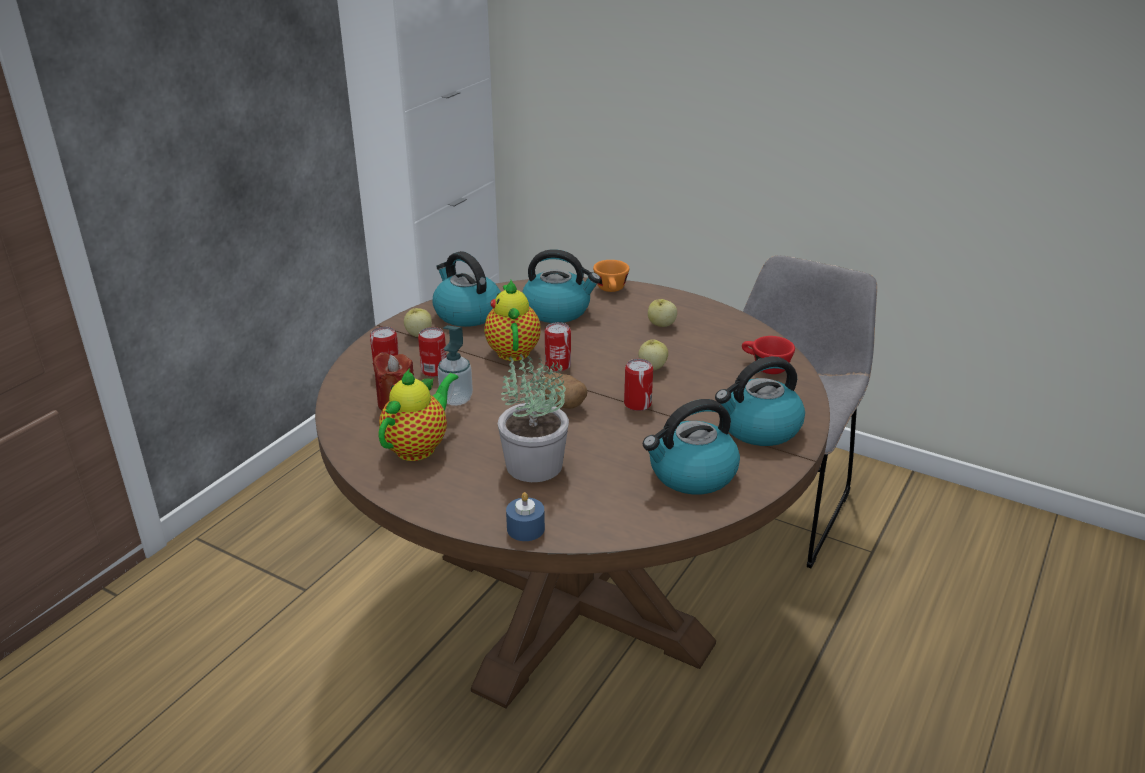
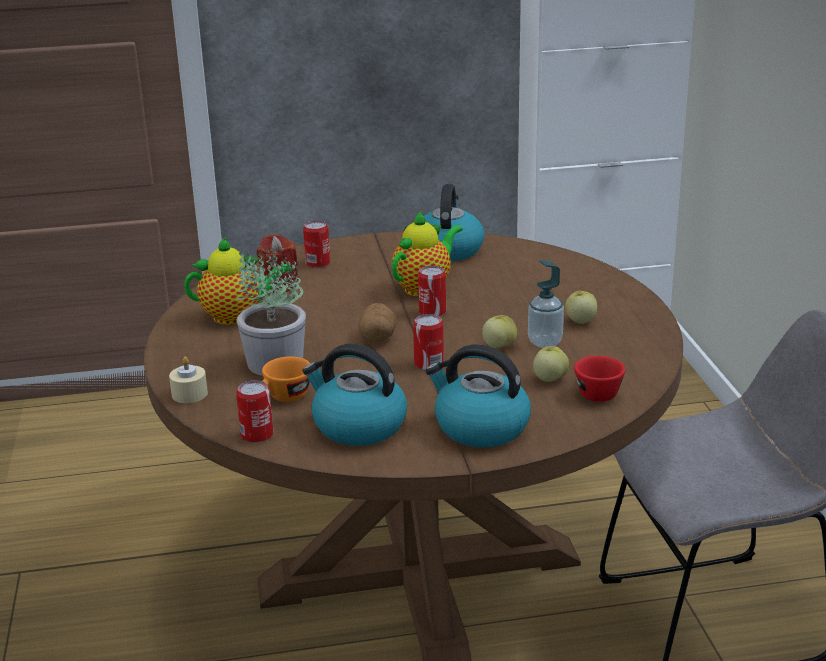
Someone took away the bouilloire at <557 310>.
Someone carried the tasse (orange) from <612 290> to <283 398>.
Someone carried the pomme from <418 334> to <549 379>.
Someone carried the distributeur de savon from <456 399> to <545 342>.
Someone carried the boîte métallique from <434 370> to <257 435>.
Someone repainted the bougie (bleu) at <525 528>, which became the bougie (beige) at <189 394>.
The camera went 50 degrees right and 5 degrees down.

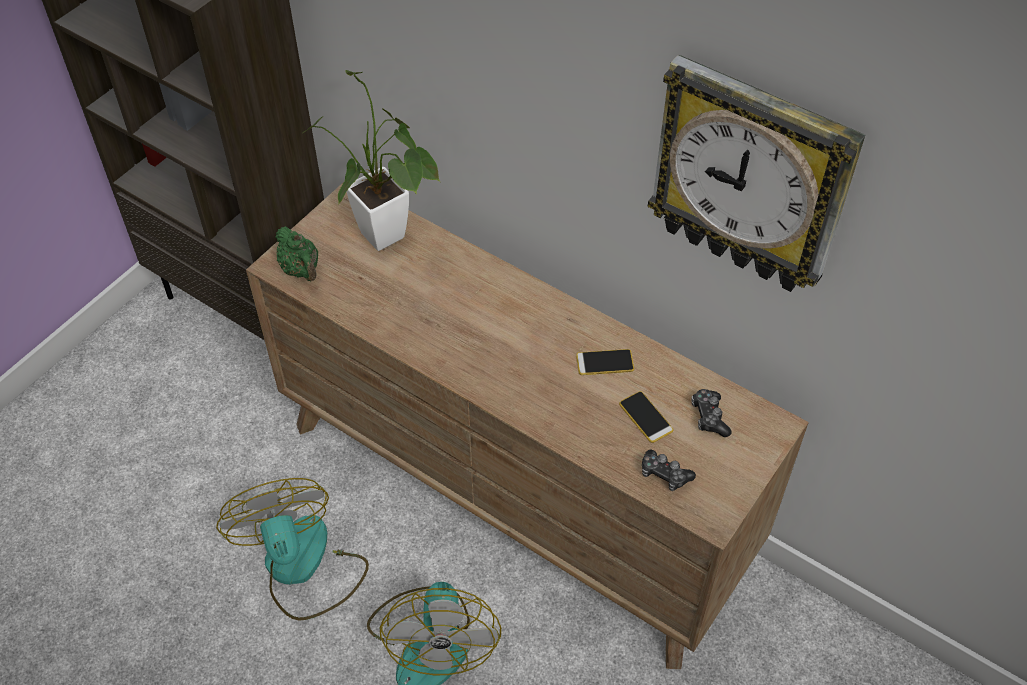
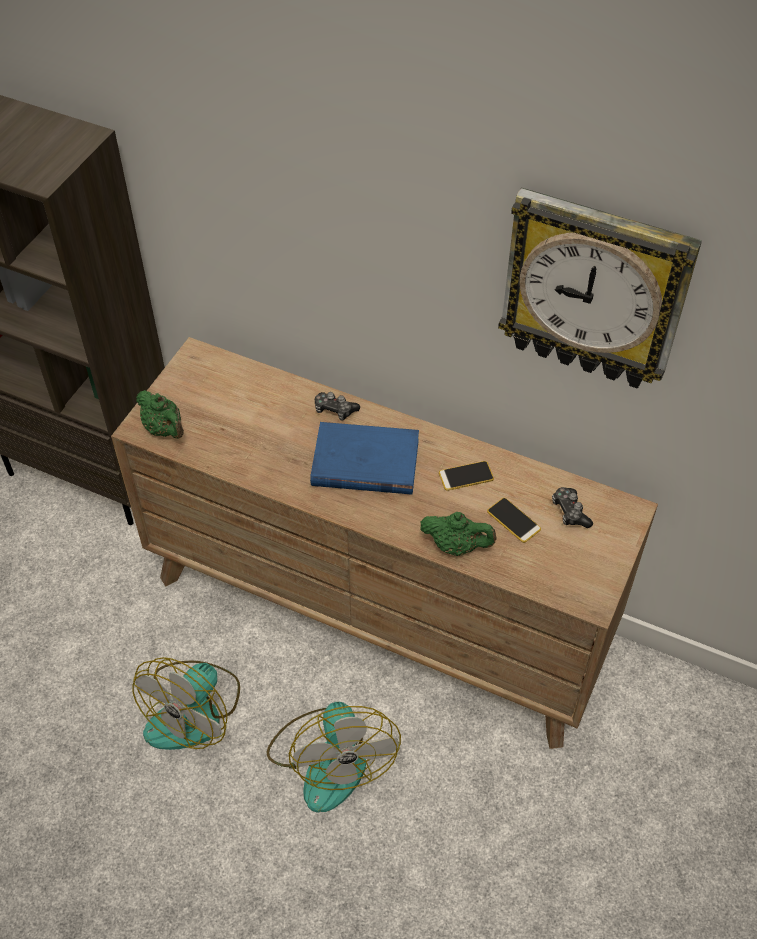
Someone took away the plante en pot at <388 242>.
Someone carried the manette from <664 475> to <335 410>.
Someone rotated the ventilateur at <302 567> by 120 degrees counterclockwise.
Someone put down the livre (bleu) at <364 463>.
Someone put down the théière (vert) at <456 546>.
The camera went 10 degrees left and 0 degrees up.

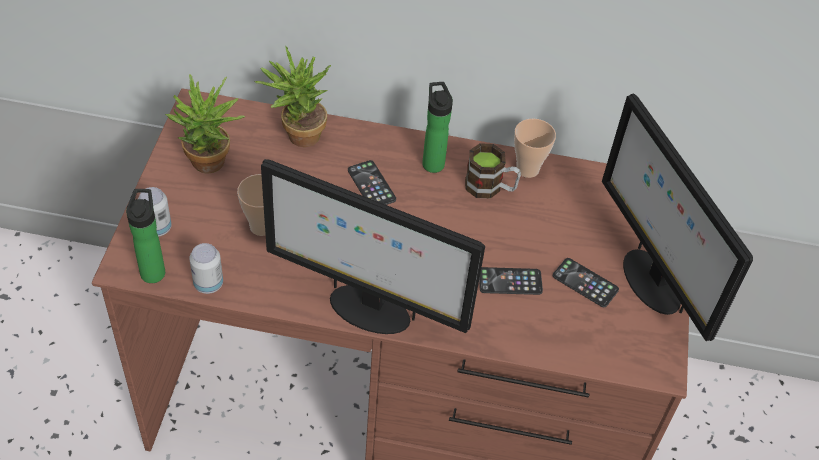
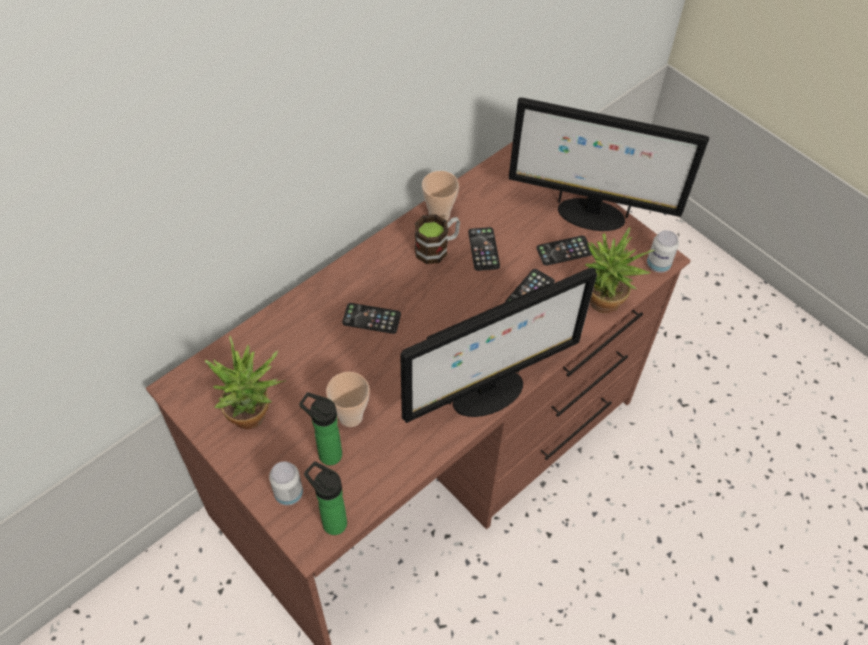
Someone carried the plante en pot from <297 136> to <601 306>.
Someone carried the bouteille from <432 162> to <327 453>.
Someone carried the boîte métallique from <208 284> to <658 265>.
Someone put down the téléphone at <483 249>.
The camera went 50 degrees left and 5 degrees up.

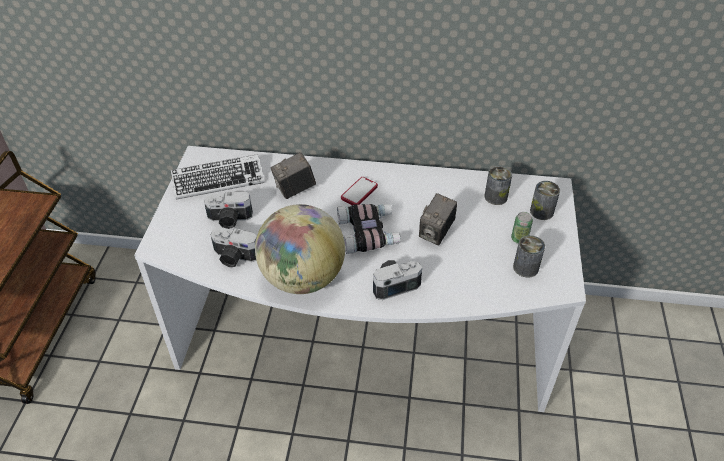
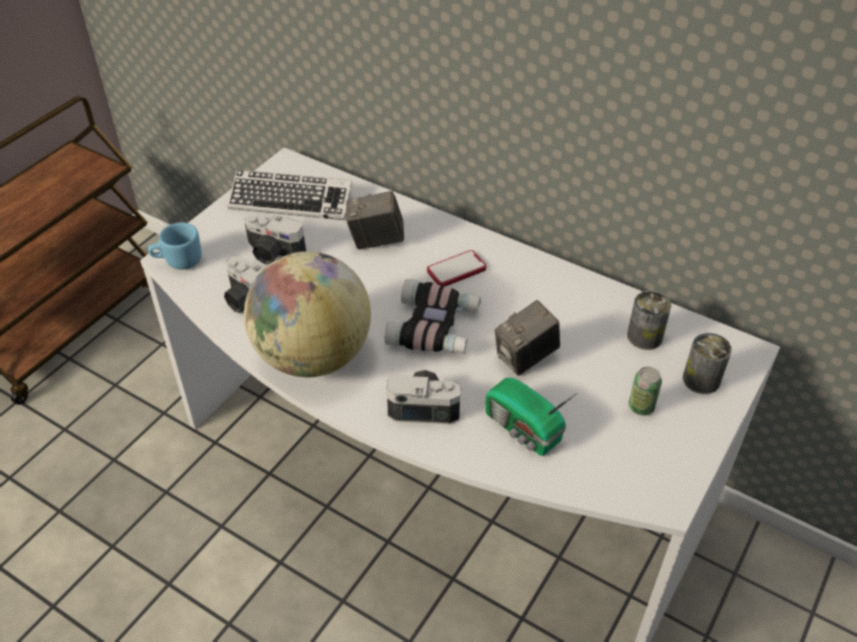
Someone took away the boîte métallique at <525 267>.
Someone put down the mug (bleu) at <178 261>.
Someone put down the radio at <523 430>.
The camera went 25 degrees right and 0 degrees up.

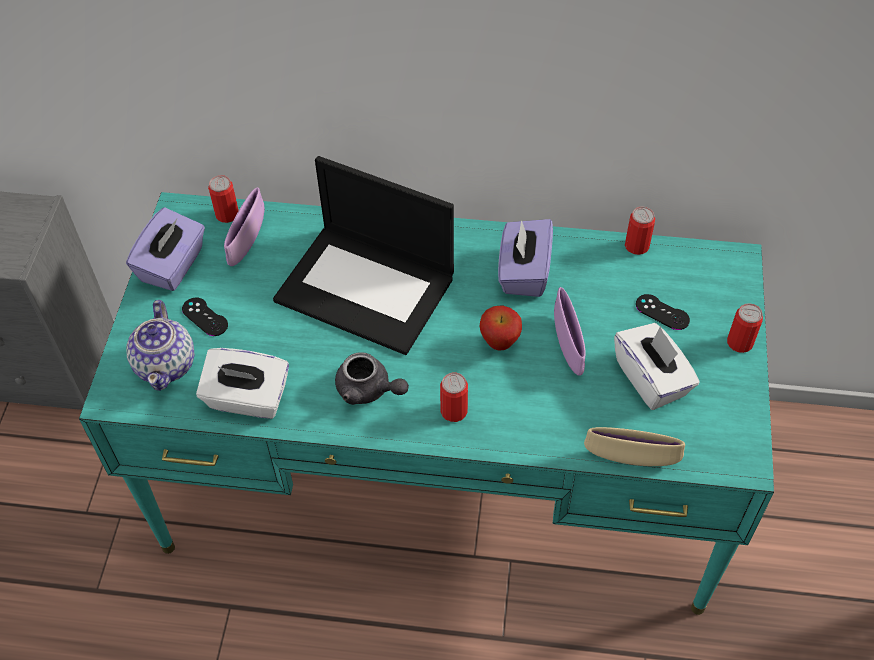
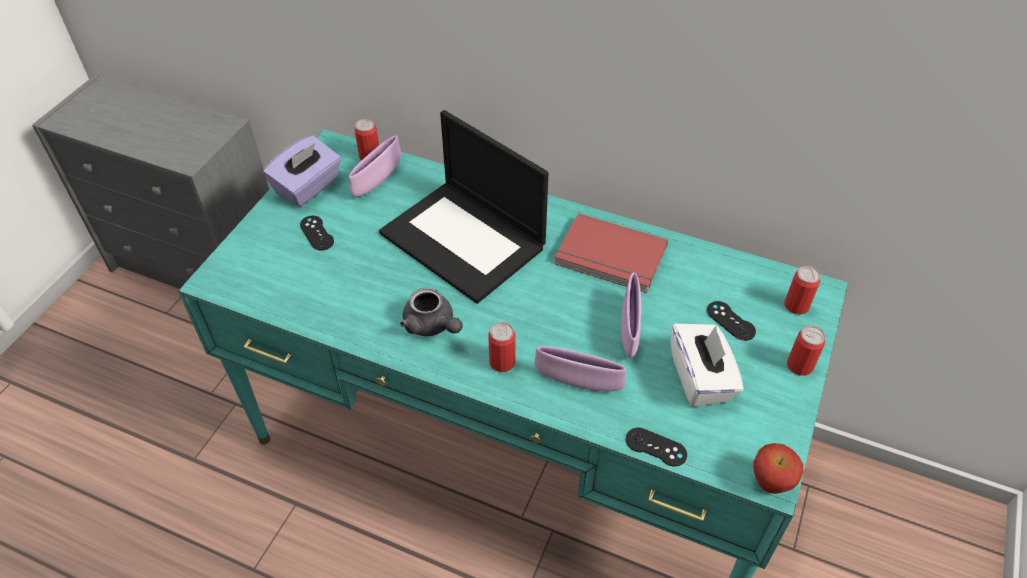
Someone carried the boîte métallique from <636 246> to <796 305>.
Someone swapped the boîte à mouchoirs (violet) at <523 272> for the livre (rouge) at <610 257>.
Someone took away the théière at <166 364>.
Someone carried the pomme from <499 343> to <770 484>.
Someone took away the boîte à mouchoirs (blanc) at <247 399>.
Someone swapped the bol (beige) at <631 459> for the manette (noir) at <656 447>.
Someone put down the bol (violet) at <578 382>.
The camera went 15 degrees right and 5 degrees down.

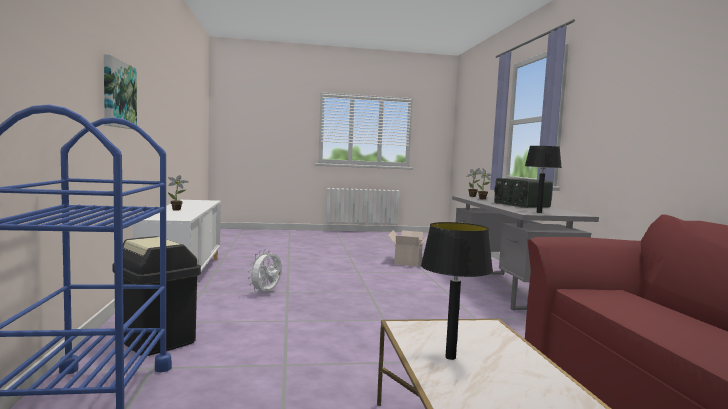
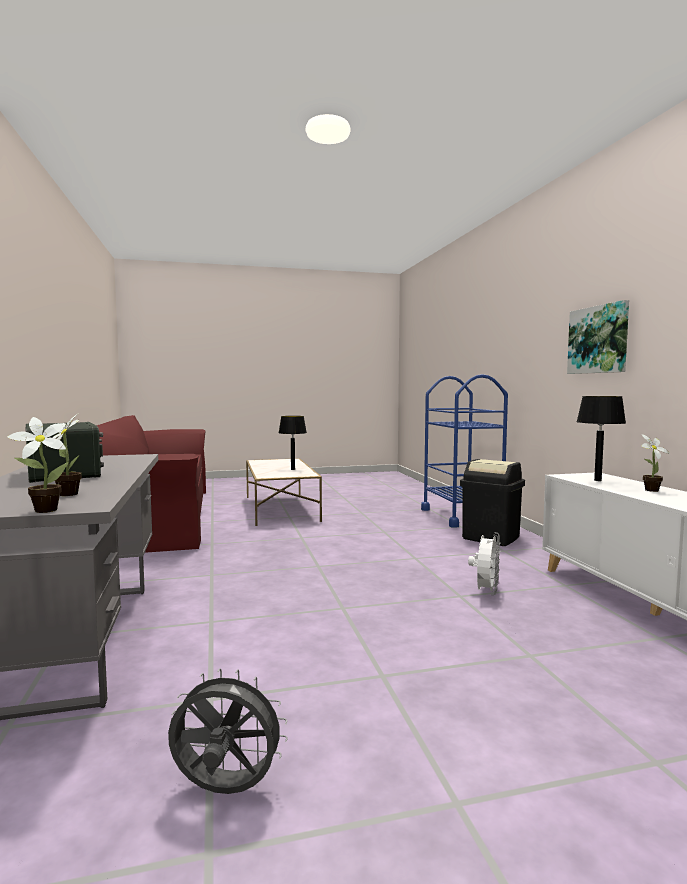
Someone carried the lampe de table (noir) from <539 212> to <597 480>.
Someone swapped the carton at <408 261> for the ventilateur (gris) at <225 791>.
The camera went 175 degrees right and 0 degrees up.

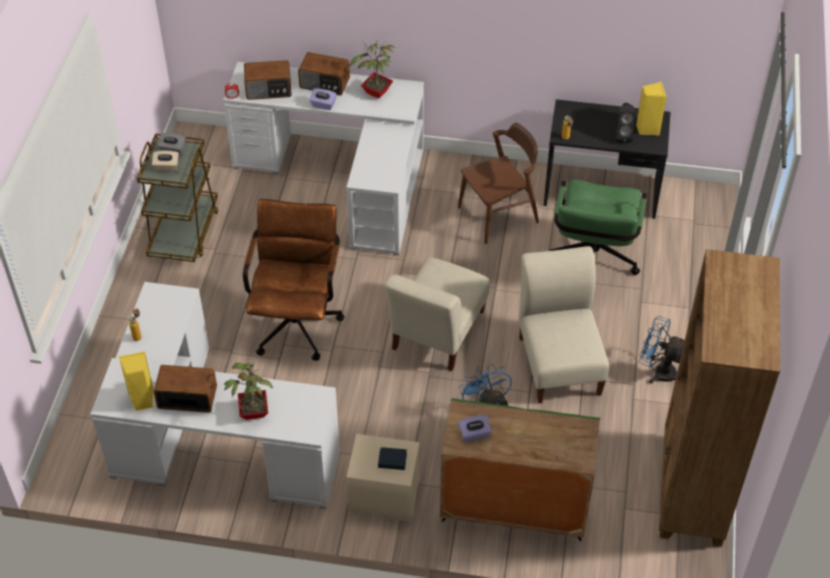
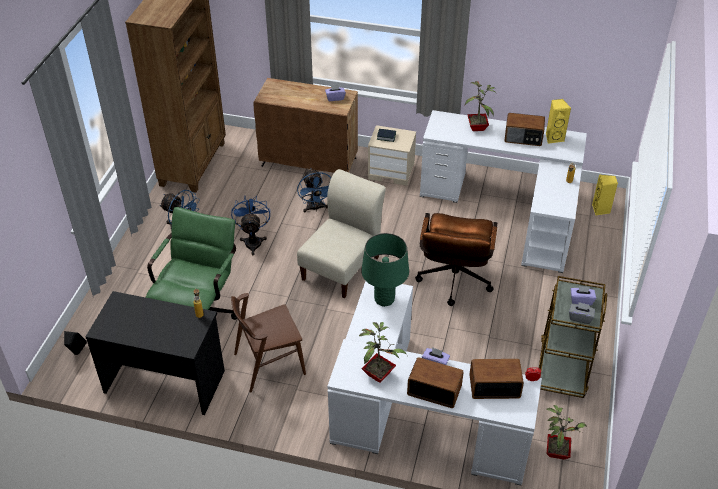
Someone carried the enceinte (jaune) from <647 128> to <601 210>.
Someone carried the enceinte (noir) from <623 136> to <77 353>.
Someone repainted the boîte à mouchoirs (beige) at <166 167>, which became the boîte à mouchoirs (violet) at <581 300>.
Someone swapped the chaise (beige) at <559 361> for the ventilateur (bleu) at <253 241>.
Someone repainted the meuble de rangement (vert) at <513 507>, which became the meuble de rangement (marron) at <309 162>.
Someone put down the lampe de table (vert) at <384 299>.
Someone put down the plante en pot at <557 451>.
The camera went 175 degrees left and 5 degrees down.

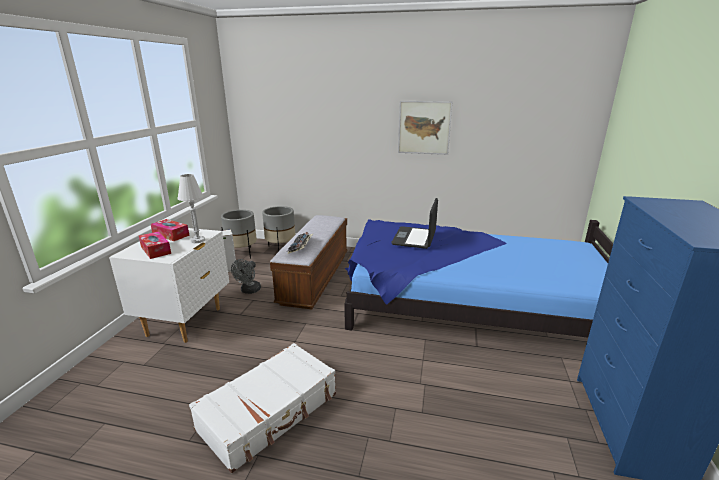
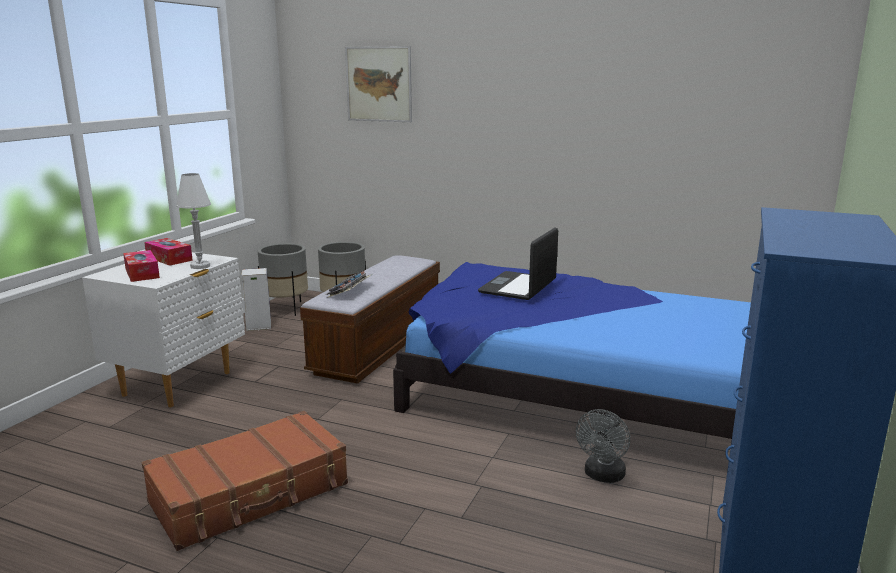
Someone carried the tableau from <424 127> to <379 84>.
Someone carried the ventilateur (gris) from <249 291> to <603 476>.
Someone repainted the valise (blanc) at <270 412>, which became the valise (marron) at <251 494>.
The camera went 10 degrees right and 5 degrees down.

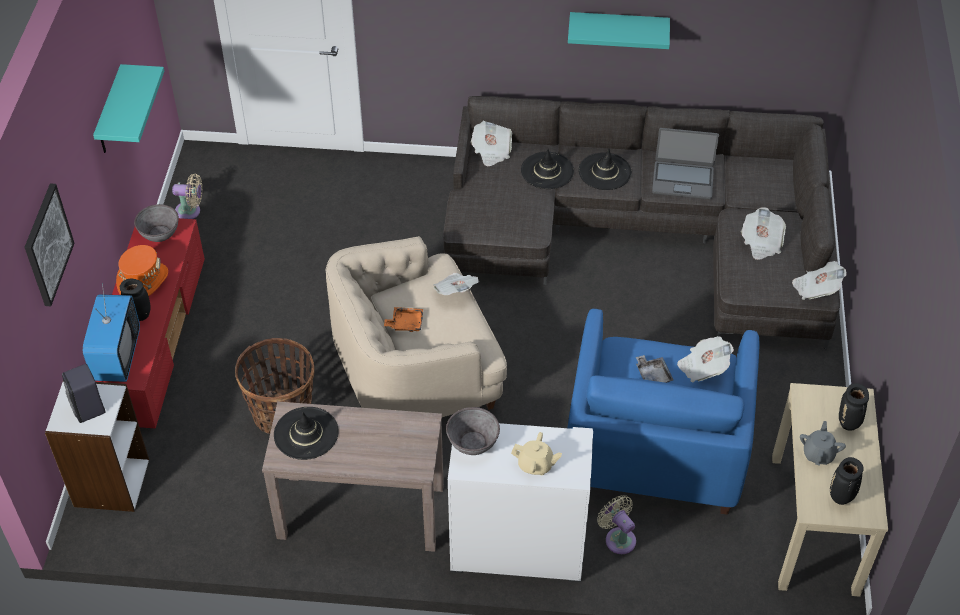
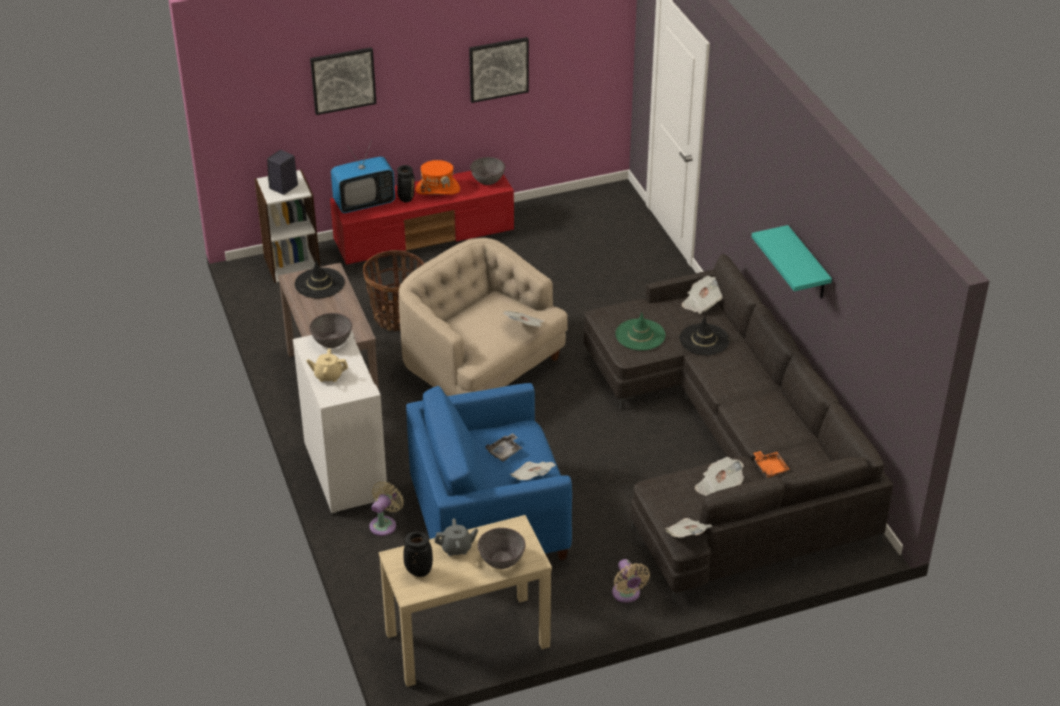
Someone swapped the étagère (turquoise) at <110 112> for the tableau at <498 69>.
Someone took away the ordinateur portable at <682 180>.
Someone took away the chapeau (noir) at <604 171>.
Someone carried the ventilateur (beige) from <190 211> to <627 595>.
Someone carried the plateau (orange) from <405 323> to <770 467>.
Someone swapped the vase (noir) at <848 423> for the bol (gris) at <501 559>.
Someone rotated the théière (beige) at <535 465> by 105 degrees clockwise.
Someone put down the chapeau (vert) at <640 335>.
The camera went 65 degrees right and 10 degrees down.

